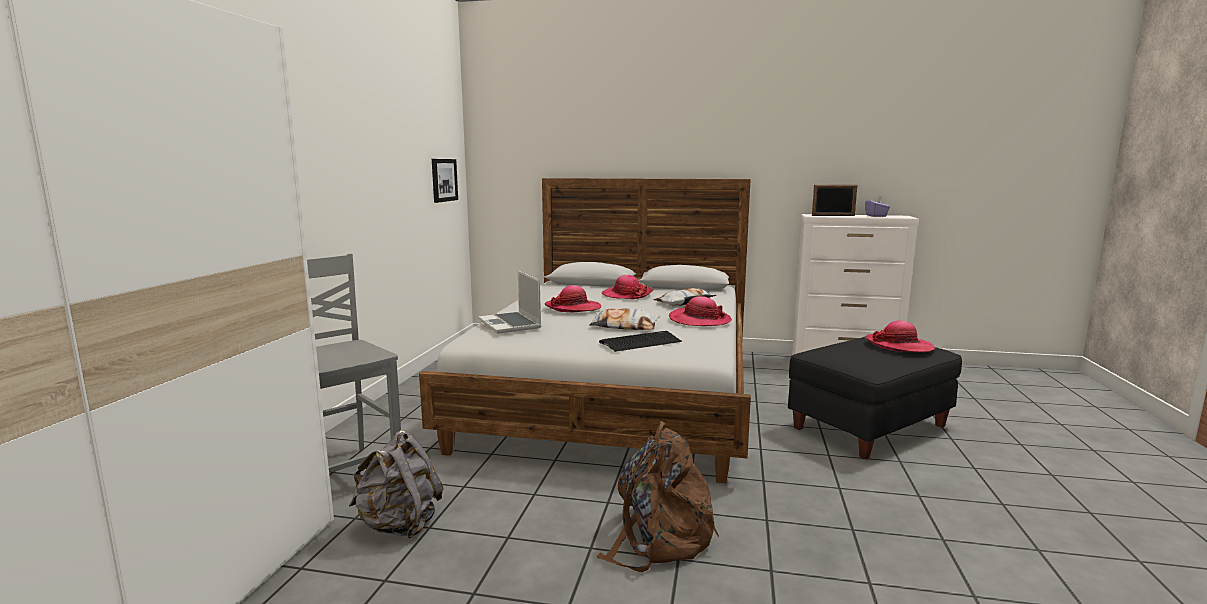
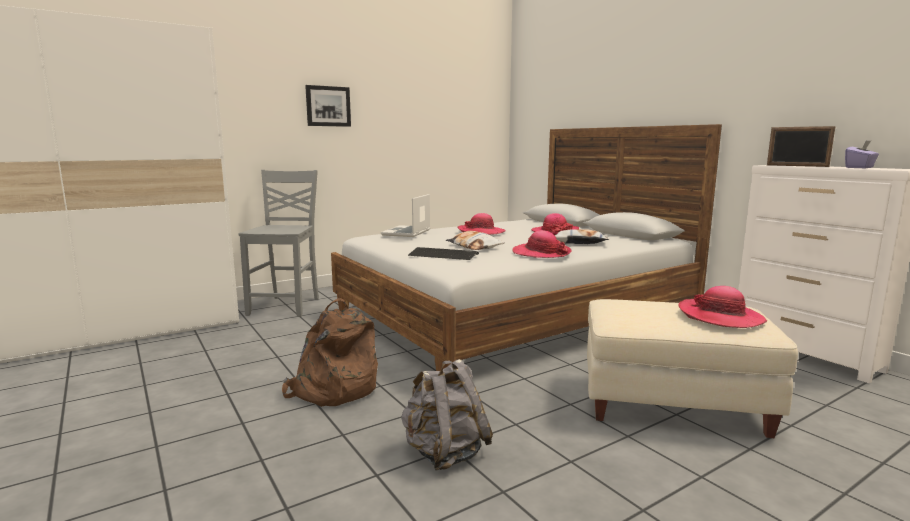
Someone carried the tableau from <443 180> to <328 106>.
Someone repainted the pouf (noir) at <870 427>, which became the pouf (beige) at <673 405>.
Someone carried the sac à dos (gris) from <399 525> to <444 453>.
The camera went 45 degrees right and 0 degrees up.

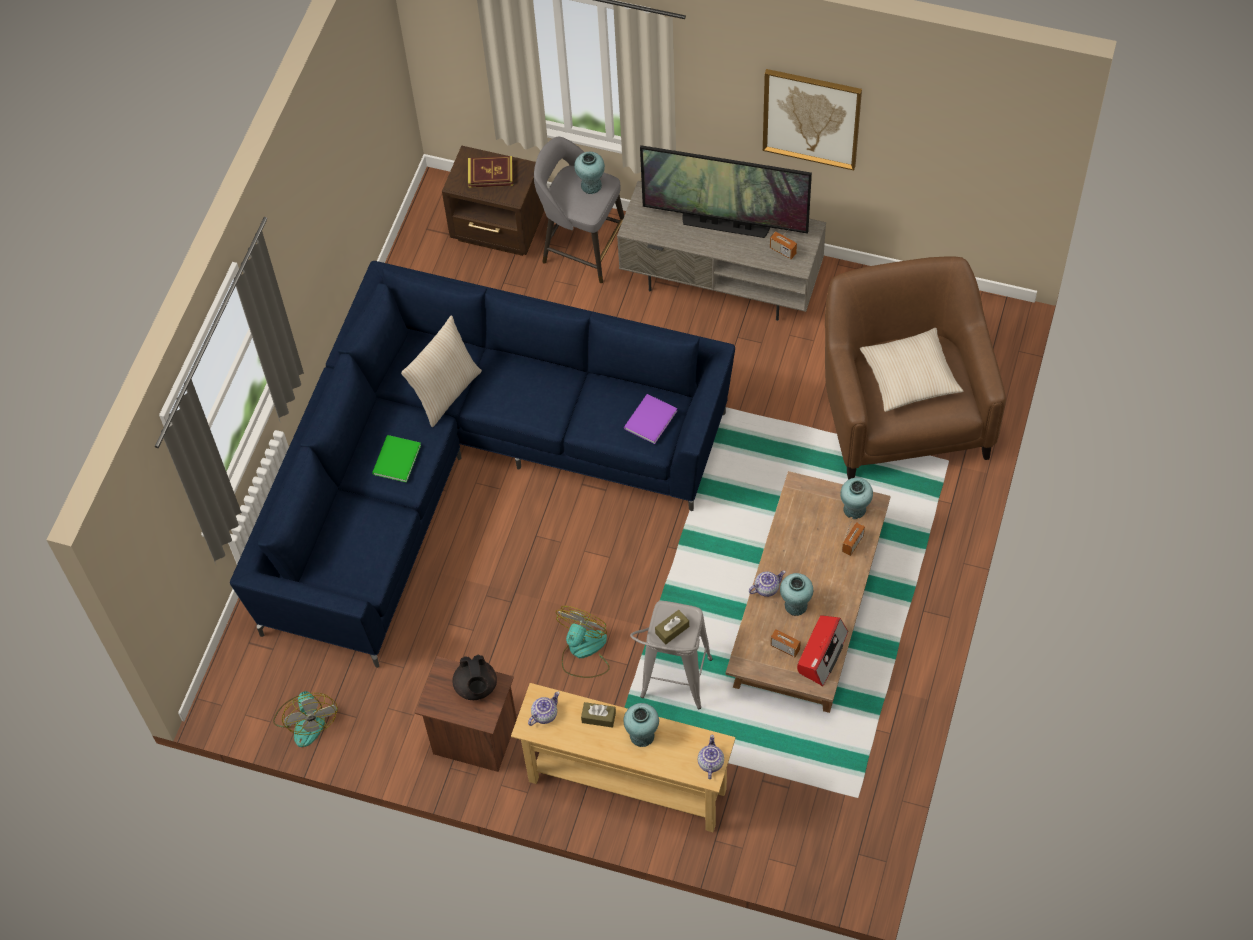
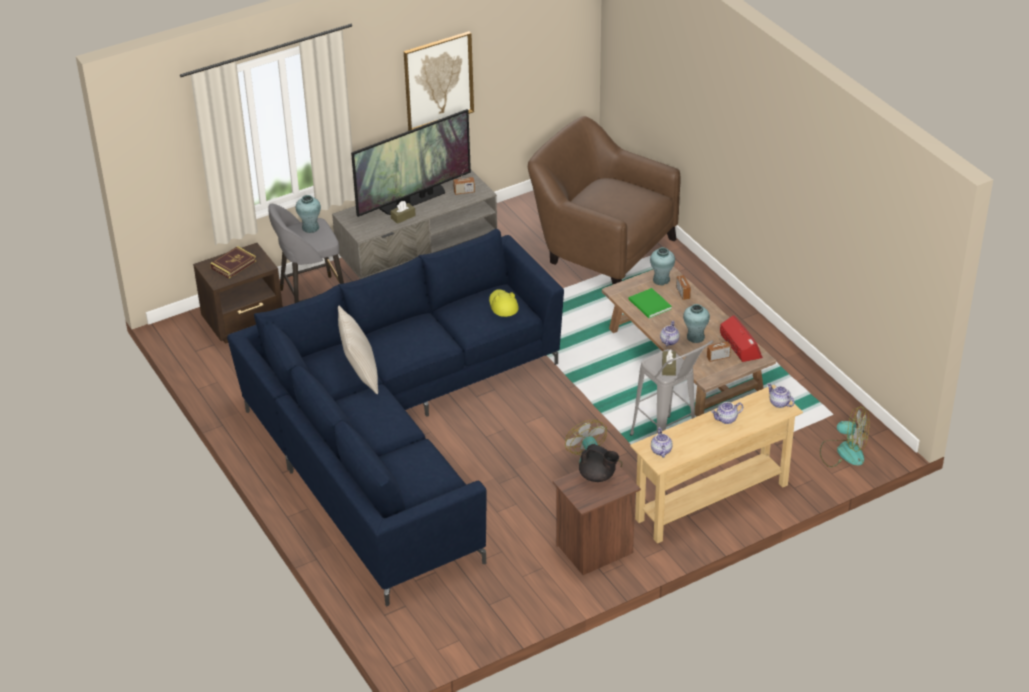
Someone took away the coussin (beige) at <909 376>.
Someone swapped the livre (violet) at <648 420> for the chapeau (jaune) at <503 305>.
Someone carried the livre (vert) from <395 460> to <649 305>.
Someone carried the ventilateur from <306 720> to <843 452>.
Someone carried the boîte à mouchoirs (marron) from <598 717> to <403 217>.
Someone swapped the vase (turquoise) at <642 735> for the théière at <726 419>.
The camera went 50 degrees left and 20 degrees down.

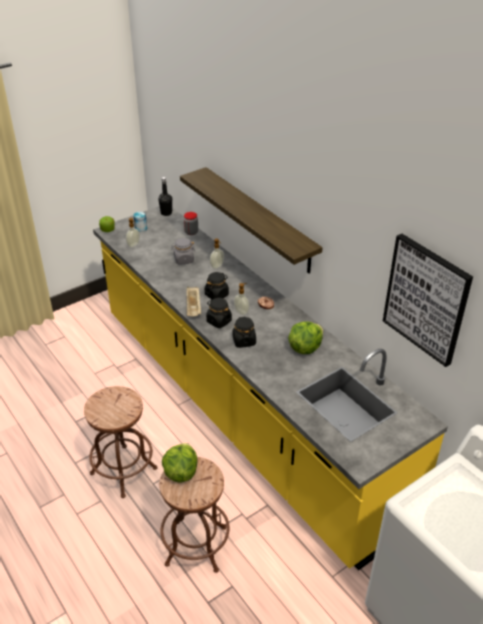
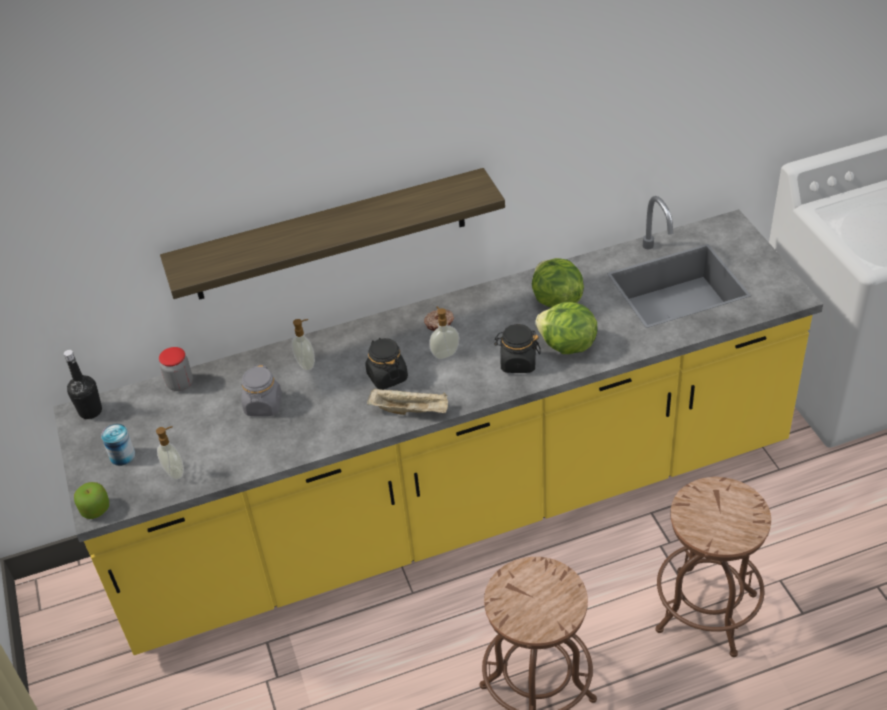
Someone took away the tableau at <426 299>.
Someone took away the bocal (noir) at <219 321>.
Someone carried the laitue from <181 472> to <567 346>.
The camera went 70 degrees left and 5 degrees up.

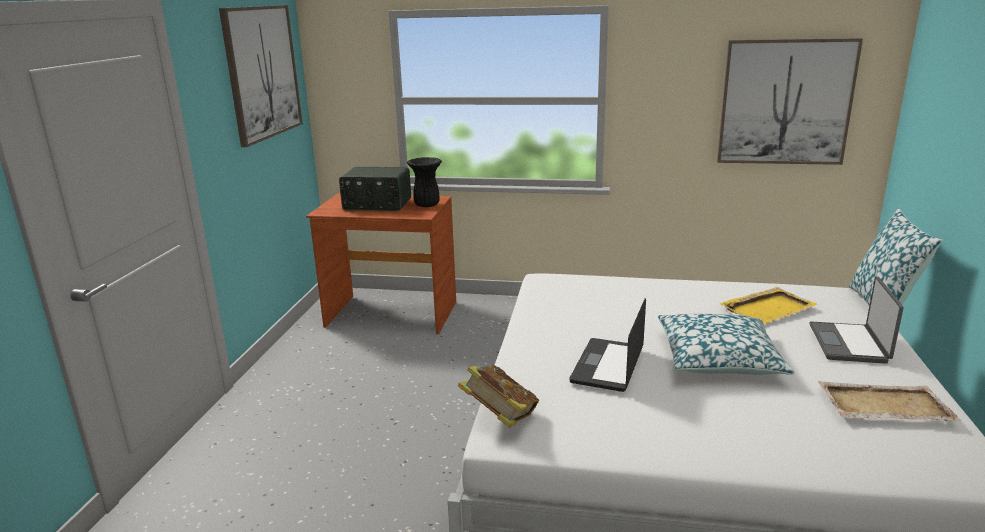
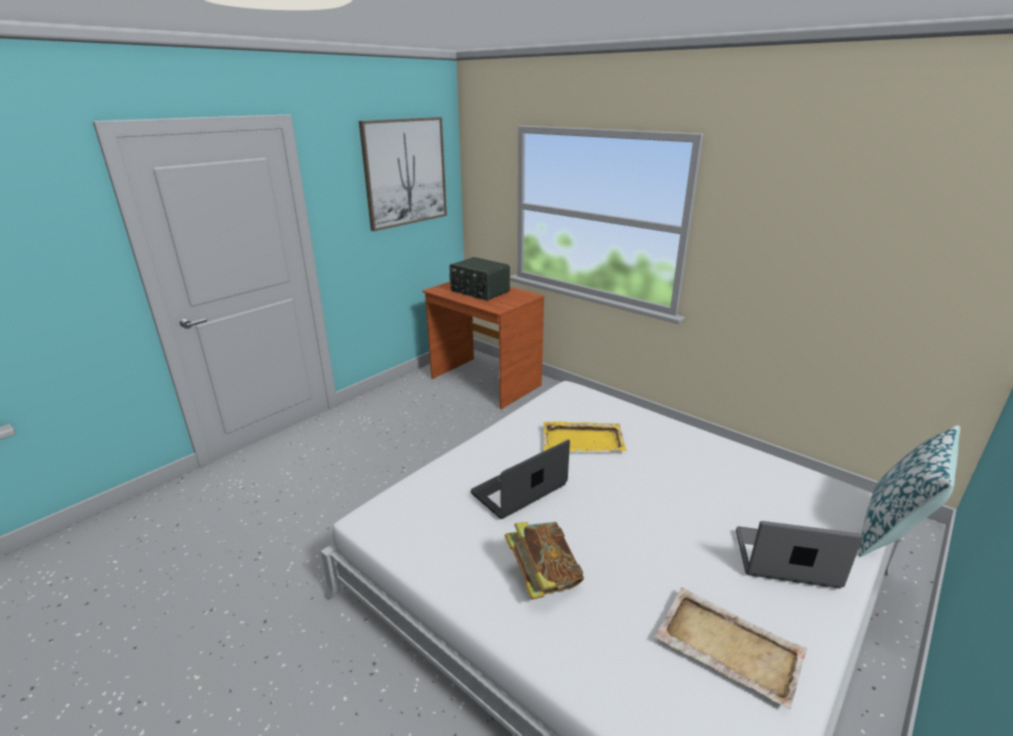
Someone took away the tableau at <785 102>.
Someone took away the vase (noir) at <426 205>.
Someone rotated the ordinateur portable at <850 344> by 60 degrees clockwise.
Someone carried the plateau (jaune) from <768 308> to <583 440>.
Someone took away the coussin at <719 358>.
Someone carried the livre from <499 418> to <543 578>.
The camera went 30 degrees right and 5 degrees up.

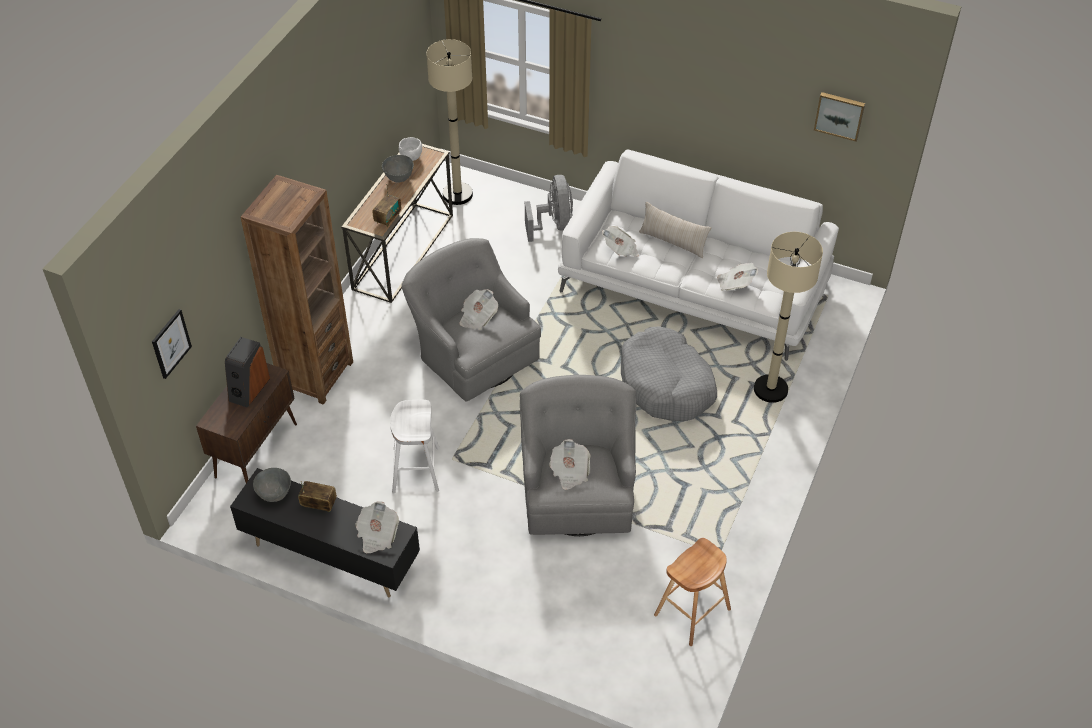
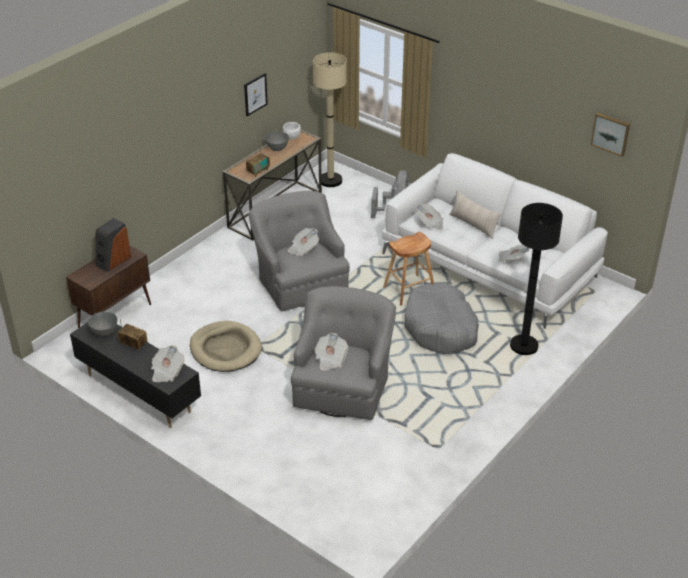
Someone took away the bibliothèque (marron) at <316 375>.
Someone repainted the lampadaire (beige) at <770 390>, which became the lampadaire (noir) at <524 346>.
Someone carried the tableau from <171 343> to <255 94>.
Someone swapped the tabouret (blanc) at <416 470> for the panier pour chien (beige) at <225 349>.
Someone carried the tabouret (marron) from <692 612> to <409 290>.
The camera went 15 degrees right and 10 degrees down.

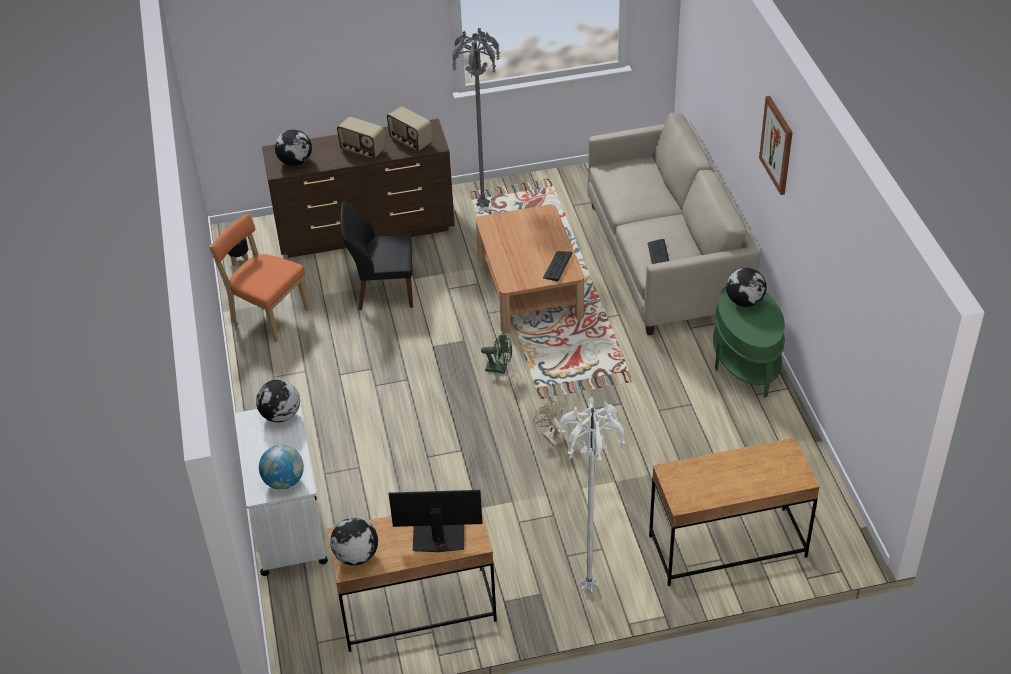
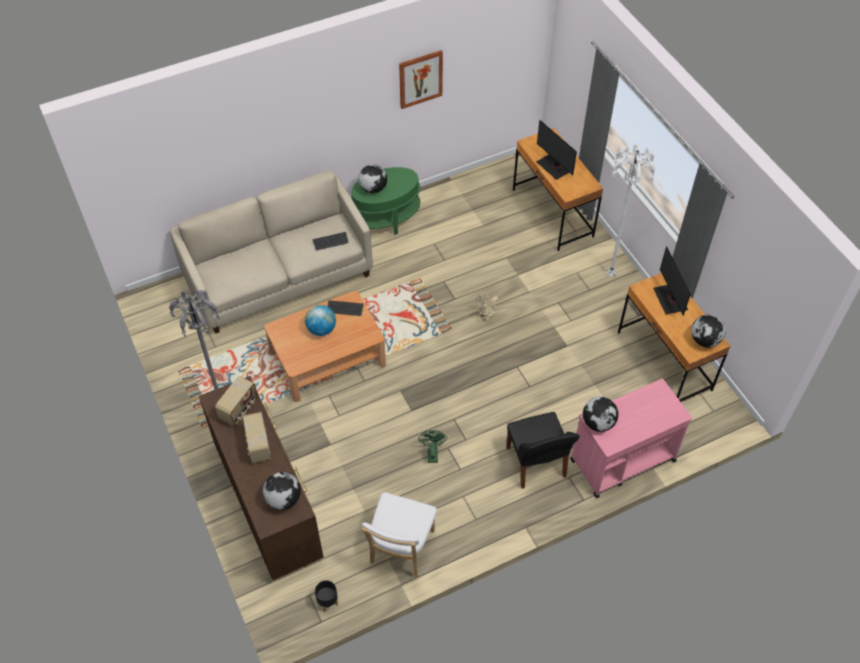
Someone carried the tableau from <777 145> to <420 79>.
Someone rotated the radio at <362 151> by 150 degrees clockwise.
Someone carried the chaise (noir) from <383 291> to <536 464>.
Someone repainted the chaise (orange) at <267 315>, which became the chaise (blanc) at <400 549>.
Someone carried the ventilateur (vert) from <499 369> to <432 453>.
Someone repainted the chariot (blanc) at <287 522>, which became the chariot (rose) at <622 460>.
Someone carried the globe from <284 481> to <321 329>.
Someone put down the écran d'ordinateur at <554 166>.
The camera went 105 degrees left and 10 degrees up.

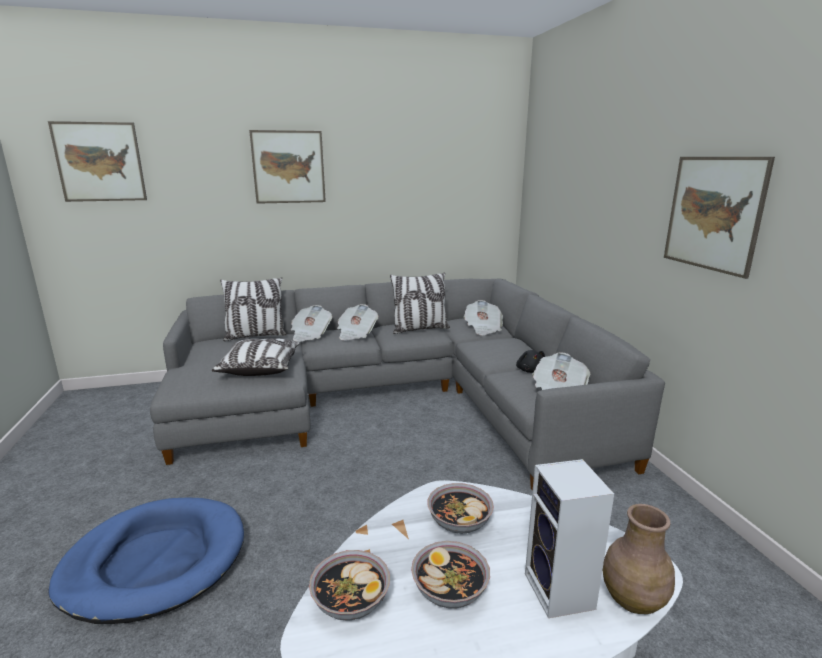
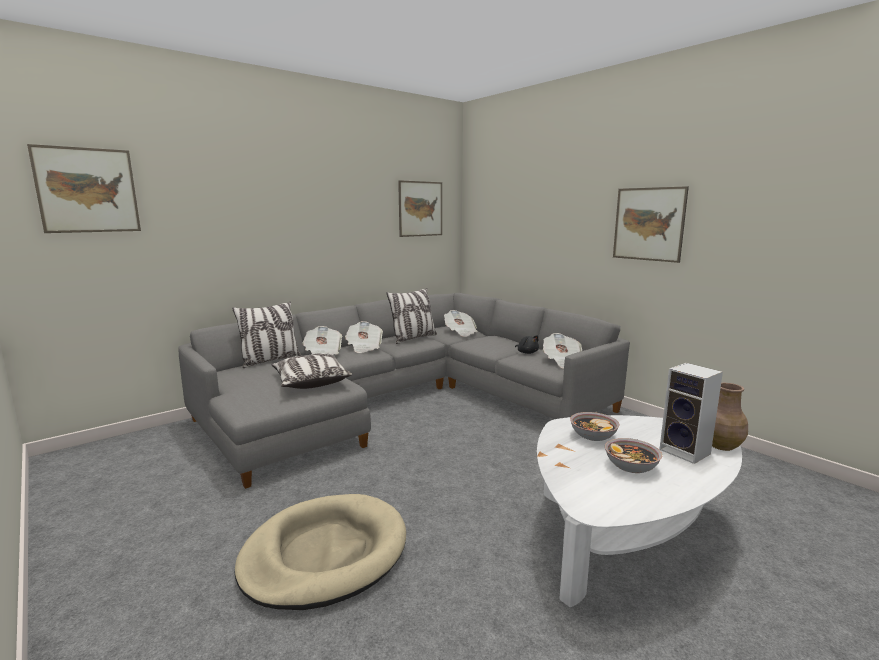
Someone carried the tableau from <288 167> to <420 209>.
Someone repainted the panier pour chien (bleu) at <155 561>, which became the panier pour chien (beige) at <324 554>.
Someone took away the bol at <350 600>.
The camera went 25 degrees left and 5 degrees down.

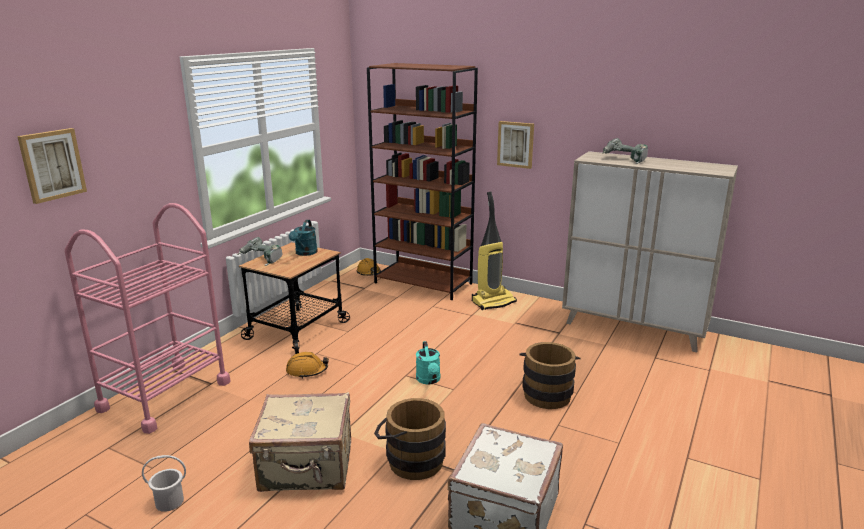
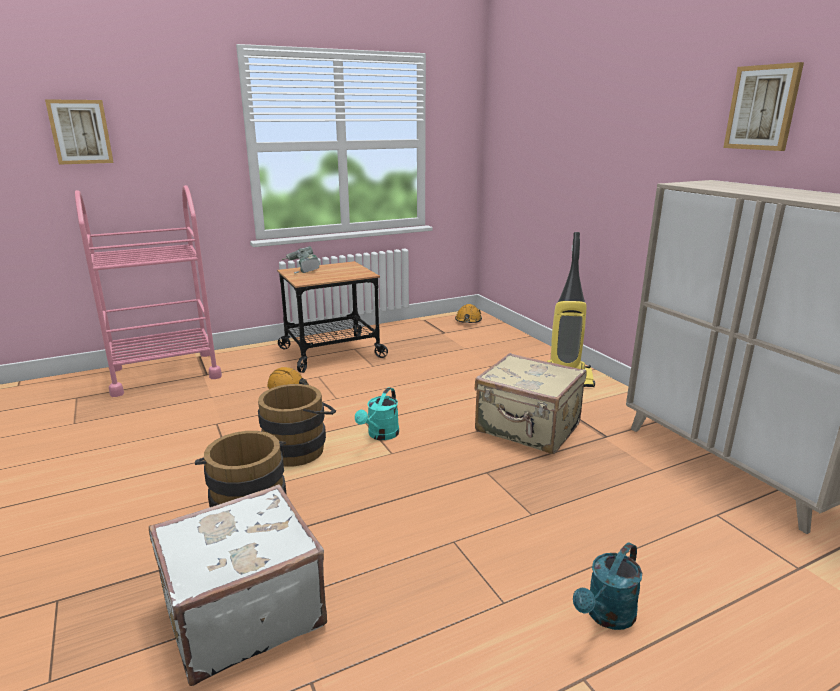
Someone took away the bibliothèque (marron) at <424 283>.
Someone carried the tableau from <515 144> to <762 108>.
Someone took away the perceuse at <623 160>.
Someone carried the arrosoir (turquoise) from <305 253> to <606 616>.
Someone carried the seau (marron) from <546 393> to <299 448>.
Someone carried the valise (beige) from <307 468> to <527 429>.
Someone took away the seau (blanc) at <169 501>.
The camera went 35 degrees right and 0 degrees up.

